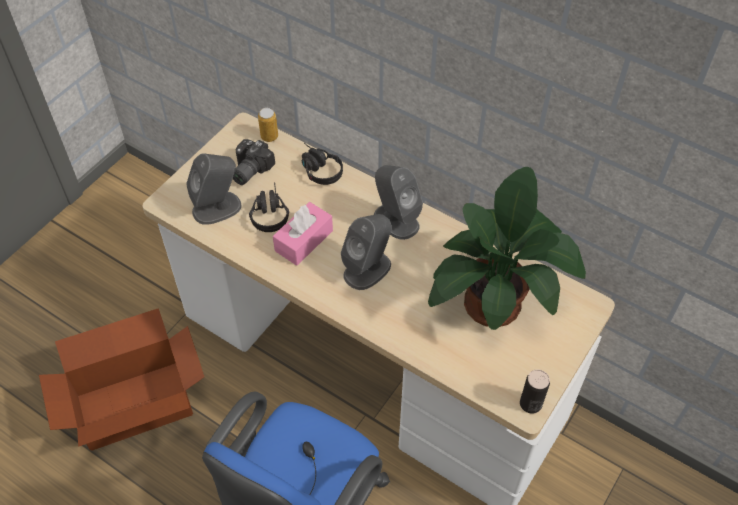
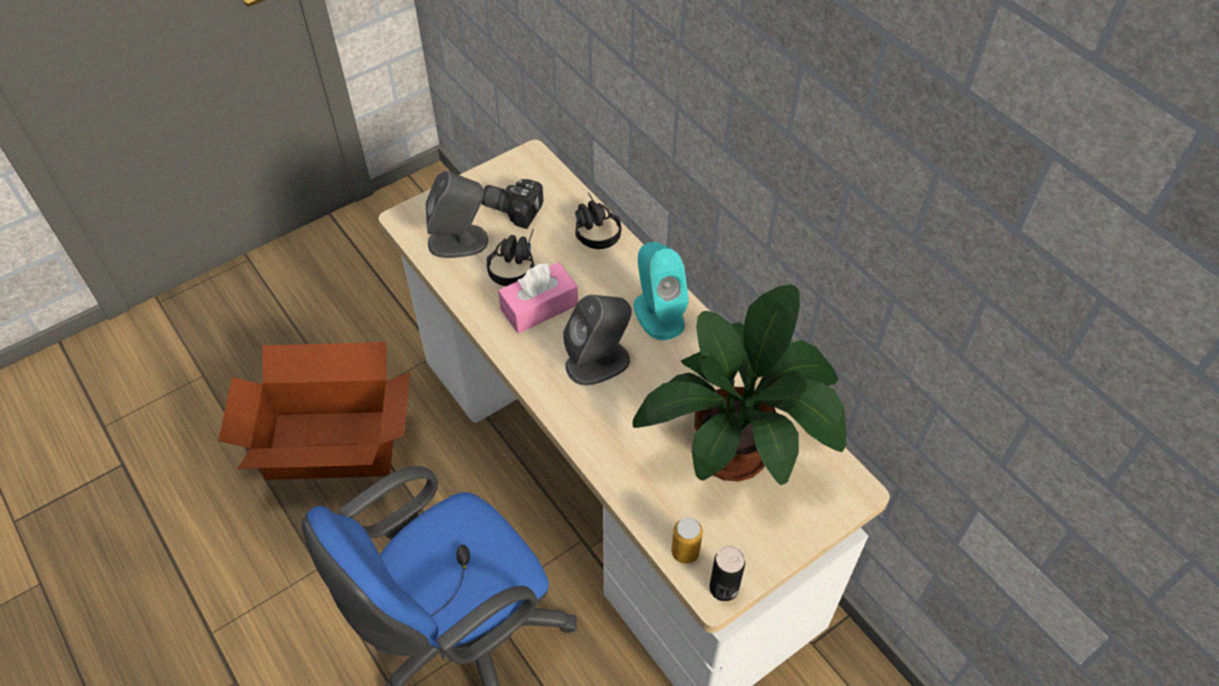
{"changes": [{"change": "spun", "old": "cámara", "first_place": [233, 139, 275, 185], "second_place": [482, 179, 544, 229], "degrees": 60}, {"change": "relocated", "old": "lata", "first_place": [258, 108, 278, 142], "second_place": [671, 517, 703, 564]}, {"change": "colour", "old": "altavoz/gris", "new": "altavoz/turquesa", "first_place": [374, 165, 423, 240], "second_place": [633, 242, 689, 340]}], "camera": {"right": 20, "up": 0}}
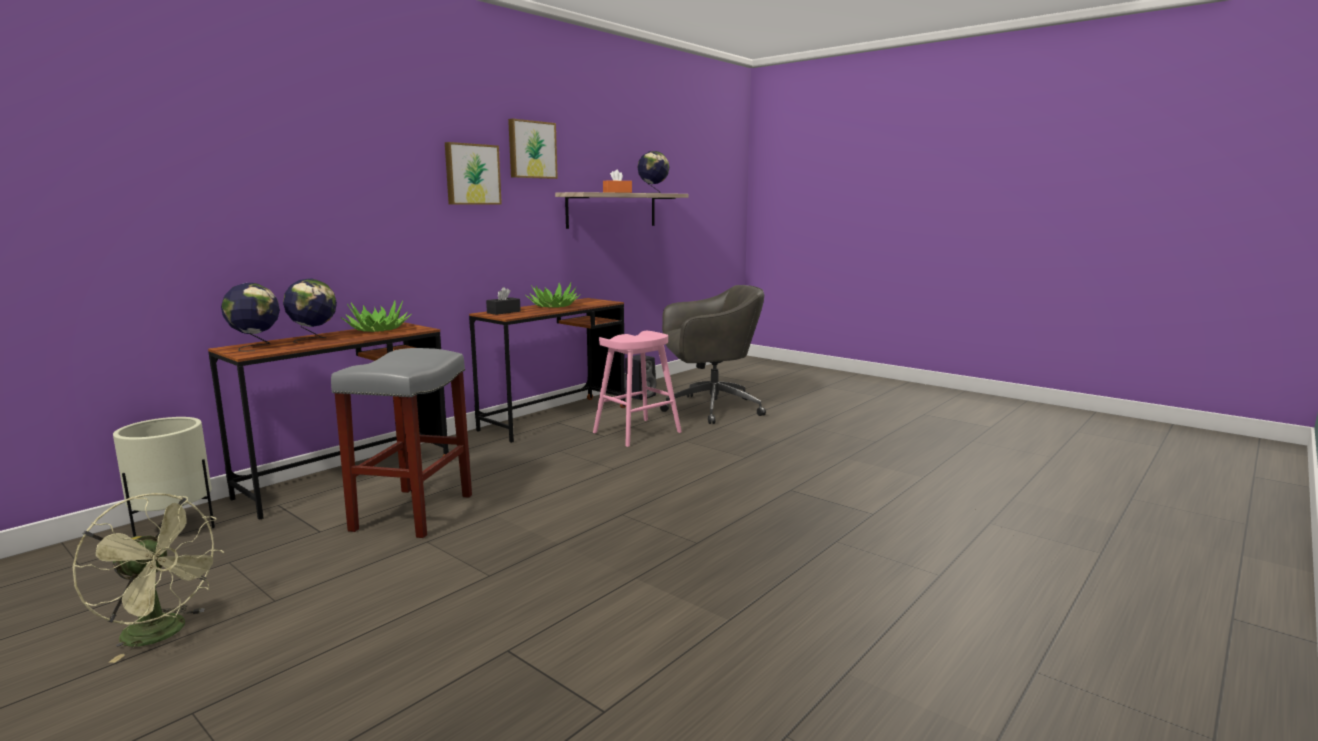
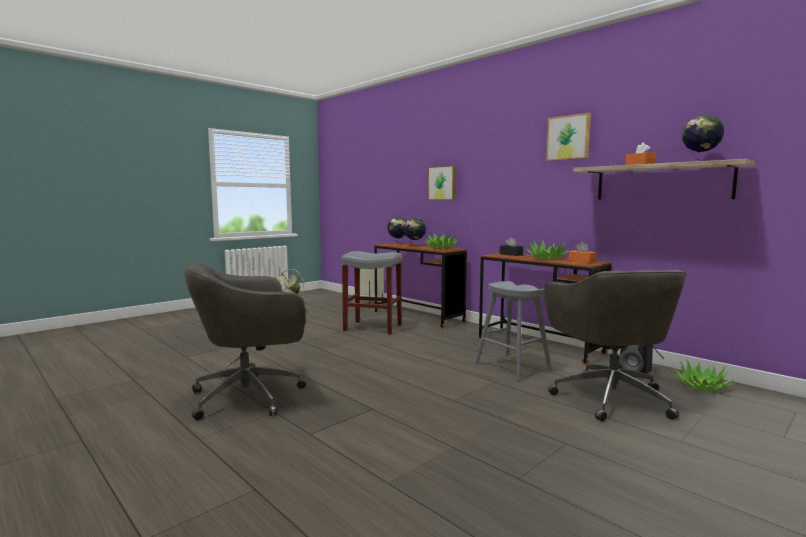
{"changes": [{"change": "relocated", "old": "cuadro", "first_place": [445, 142, 502, 205], "second_place": [428, 165, 456, 200]}, {"change": "colour", "old": "taburete/rosa", "new": "taburete/gris", "first_place": [593, 331, 682, 447], "second_place": [475, 281, 552, 381]}, {"change": "appeared", "new": "silla de oficina/gris", "second_place": [184, 263, 306, 420]}, {"change": "appeared", "new": "caja de pañuelos/naranja", "second_place": [569, 242, 597, 264]}, {"change": "appeared", "new": "planta en maceta", "second_place": [674, 359, 735, 391]}], "camera": {"right": 95, "up": -5}}
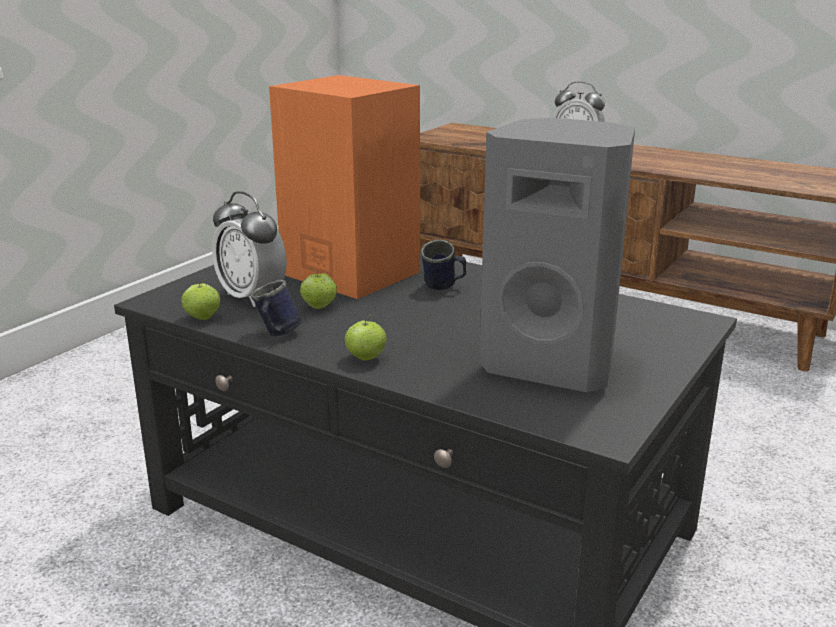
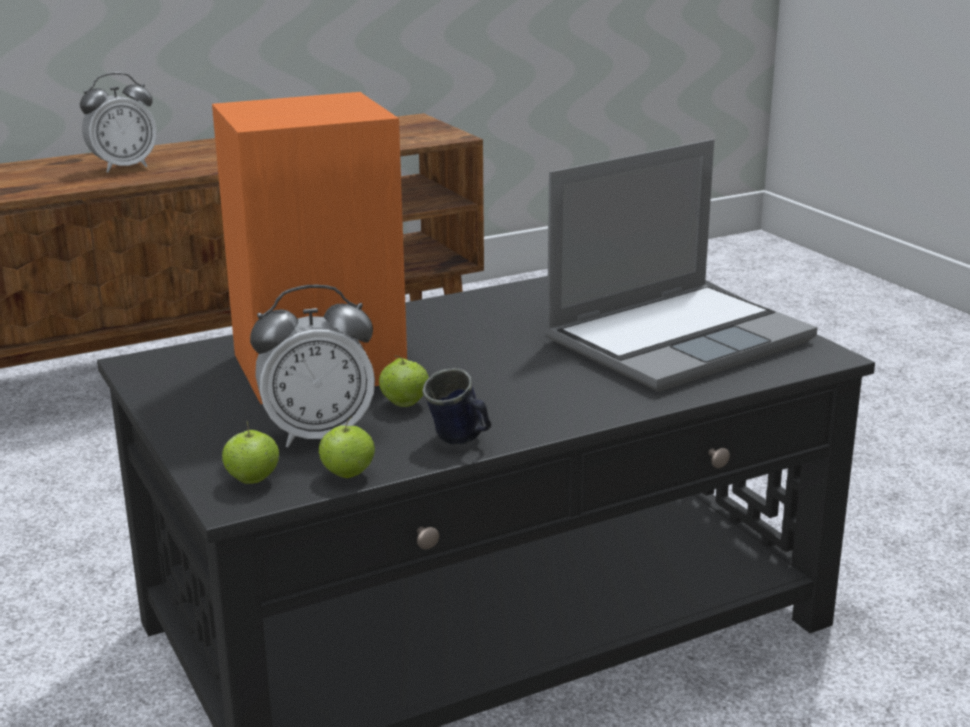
{"changes": [{"change": "relocated", "old": "manzana", "first_place": [345, 314, 387, 361], "second_place": [222, 421, 280, 484]}, {"change": "missing", "old": "taza grande/azul", "first_place": [421, 240, 467, 290]}, {"change": "exchanged", "old": "altavoz/gris", "new": "portátil", "first_place": [479, 118, 635, 392], "second_place": [545, 139, 818, 392]}], "camera": {"right": -60, "up": 0}}
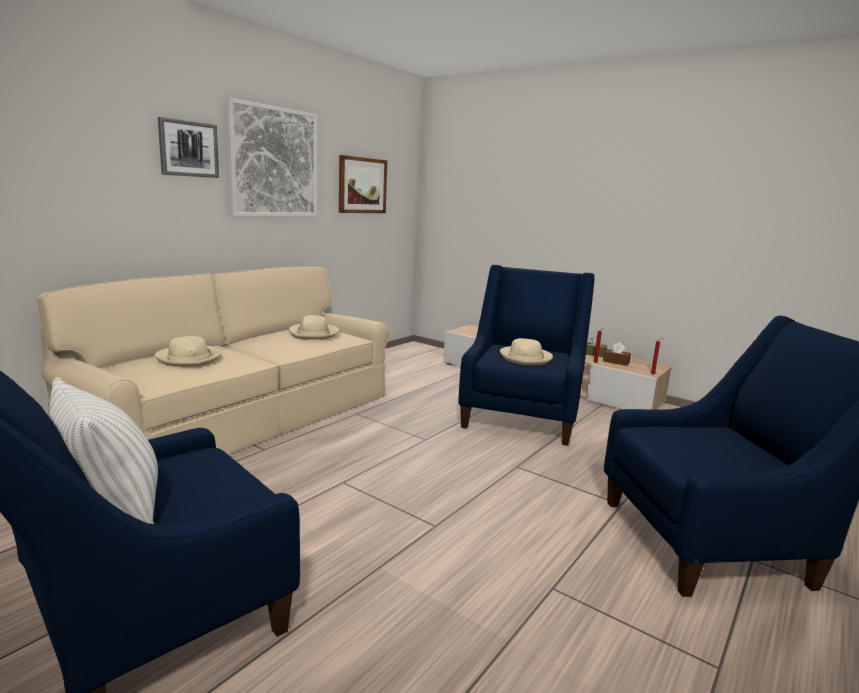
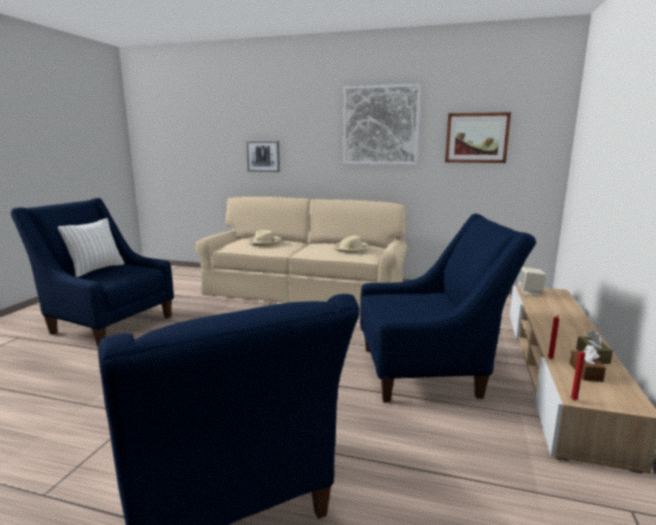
{"changes": [{"change": "relocated", "old": "cuadro", "first_place": [158, 117, 219, 178], "second_place": [246, 141, 280, 172]}, {"change": "missing", "old": "sombrero/beis", "first_place": [500, 338, 553, 365]}, {"change": "appeared", "new": "altavoz/beis", "second_place": [517, 267, 547, 296]}], "camera": {"right": 70, "up": 0}}
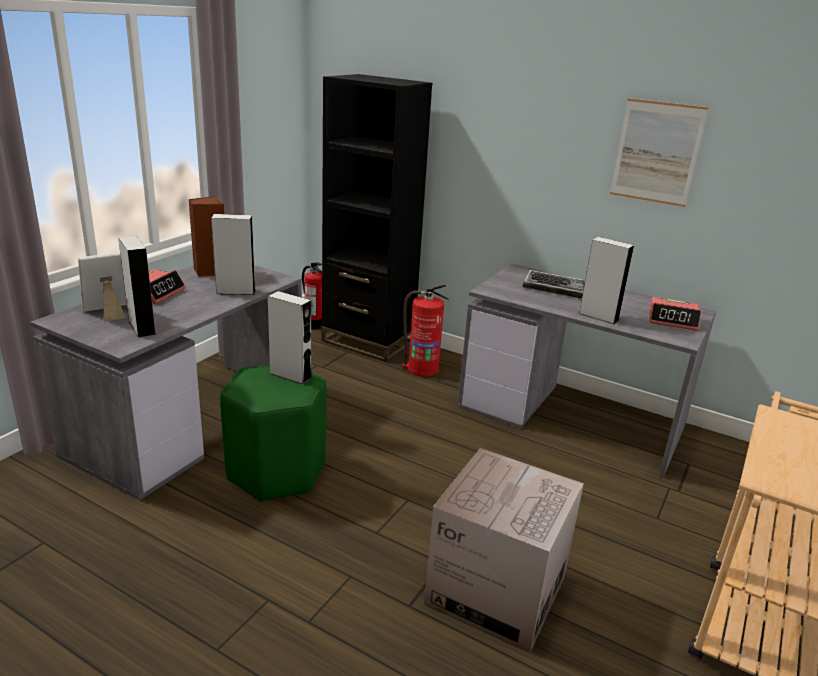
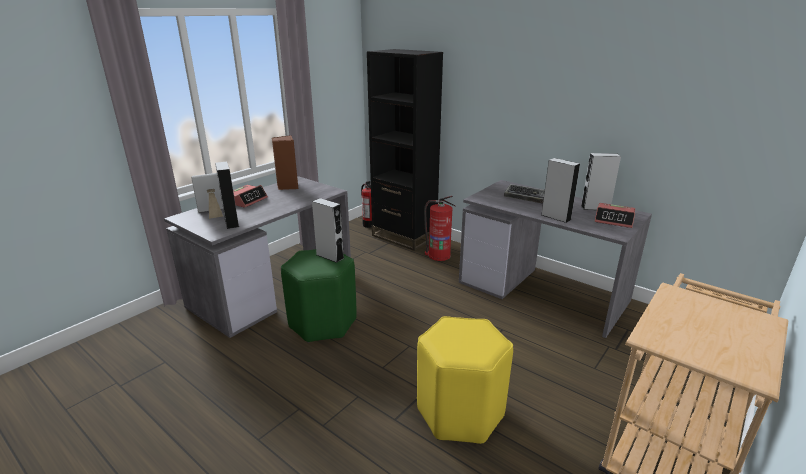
{"changes": [{"change": "relocated", "old": "altavoz/gris", "first_place": [211, 214, 256, 295], "second_place": [581, 153, 621, 210]}, {"change": "exchanged", "old": "caja de cartón", "new": "taburete/amarillo", "first_place": [424, 448, 584, 653], "second_place": [417, 316, 513, 444]}, {"change": "missing", "old": "cuadro", "first_place": [610, 98, 709, 207]}], "camera": {"right": 10, "up": 0}}
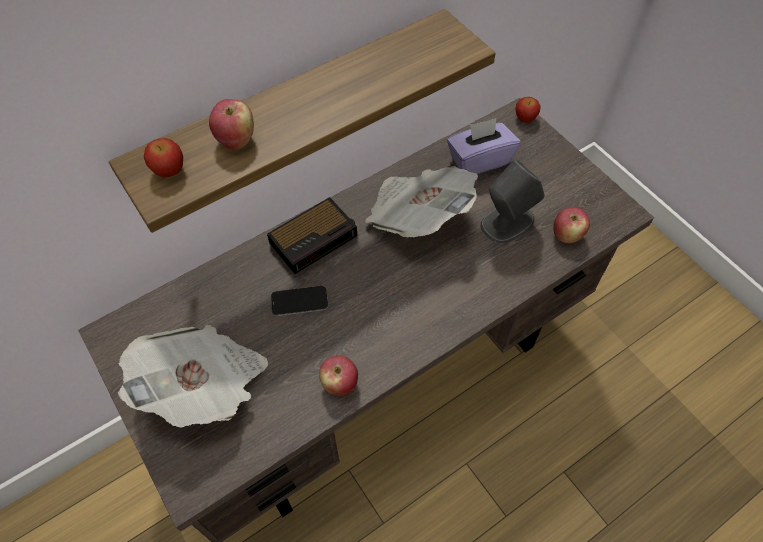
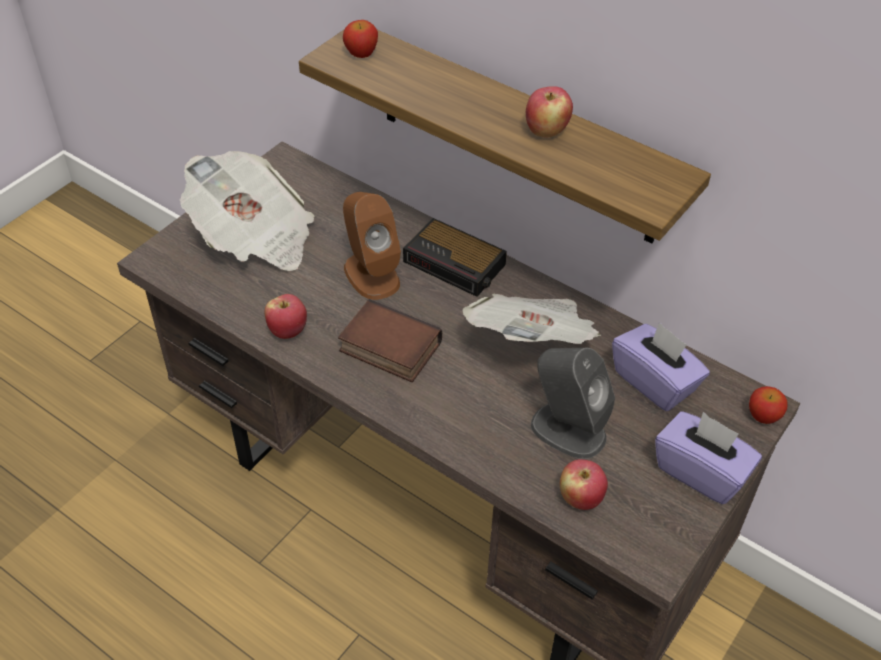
{"changes": [{"change": "relocated", "old": "manzana", "first_place": [209, 99, 254, 150], "second_place": [526, 86, 573, 137]}, {"change": "exchanged", "old": "móvil", "new": "altavoz/marrón", "first_place": [271, 286, 328, 316], "second_place": [343, 192, 401, 300]}, {"change": "appeared", "new": "libro", "second_place": [338, 299, 442, 382]}, {"change": "appeared", "new": "caja de pañuelos/morado", "second_place": [655, 411, 762, 504]}], "camera": {"right": 70, "up": -10}}
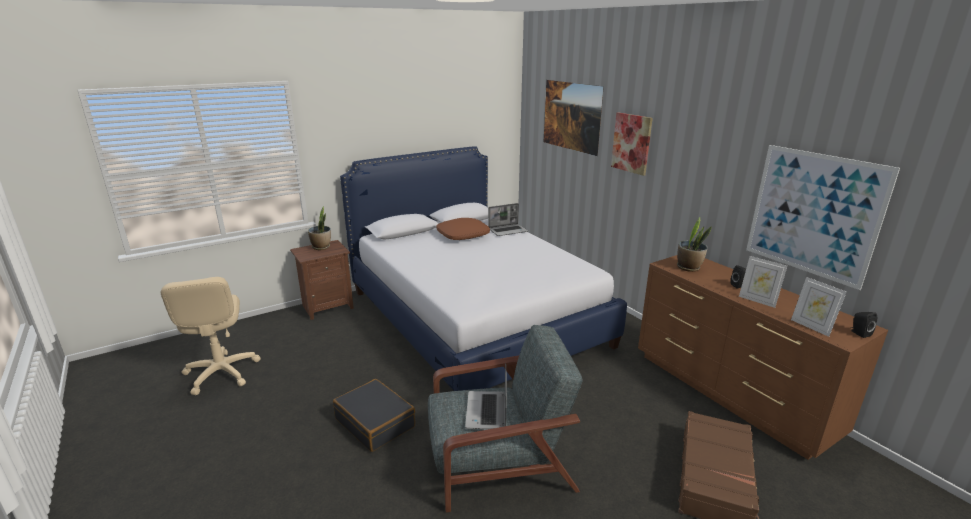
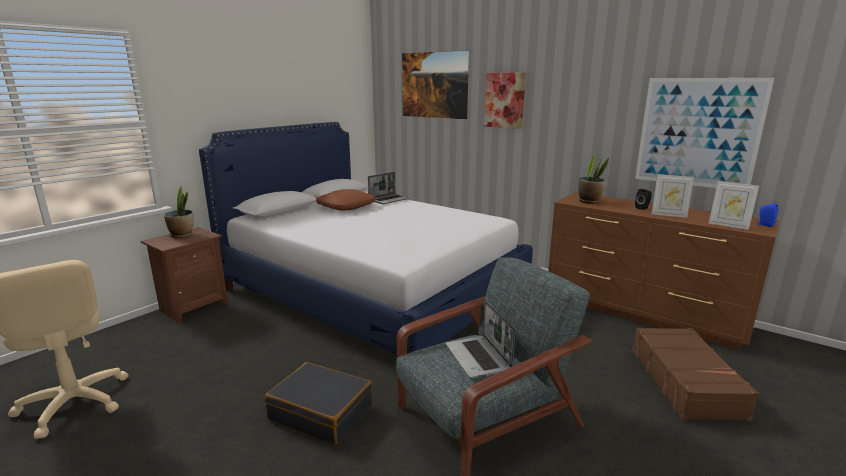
{"changes": [{"change": "colour", "old": "altavoz/negro", "new": "altavoz/azul", "first_place": [851, 312, 877, 338], "second_place": [756, 203, 778, 227]}], "camera": {"right": -20, "up": -5}}
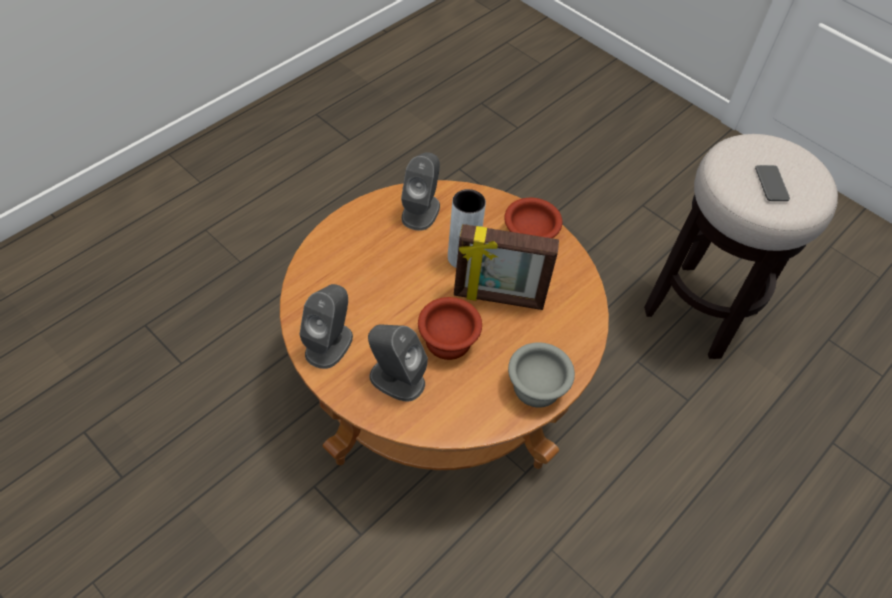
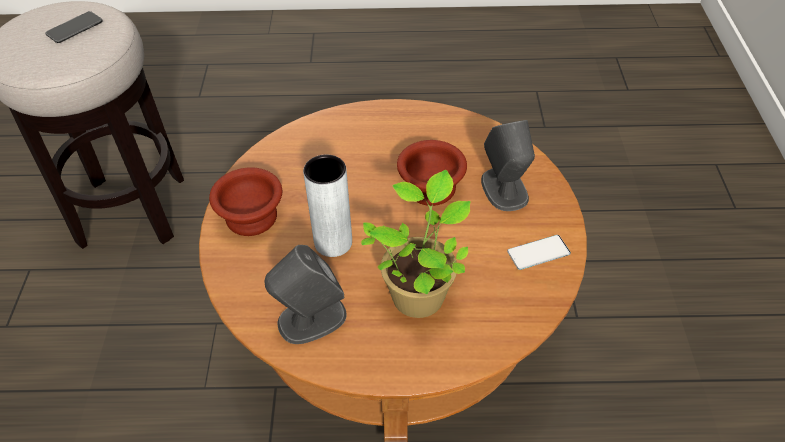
{"changes": [{"change": "exchanged", "old": "altavoz/gris", "new": "móvil", "first_place": [299, 284, 353, 369], "second_place": [507, 235, 571, 270]}, {"change": "missing", "old": "portarretratos", "first_place": [454, 224, 559, 310]}, {"change": "missing", "old": "cuenco/gris", "first_place": [508, 342, 575, 408]}, {"change": "appeared", "new": "planta en maceta", "second_place": [361, 170, 470, 318]}], "camera": {"right": -130, "up": -5}}
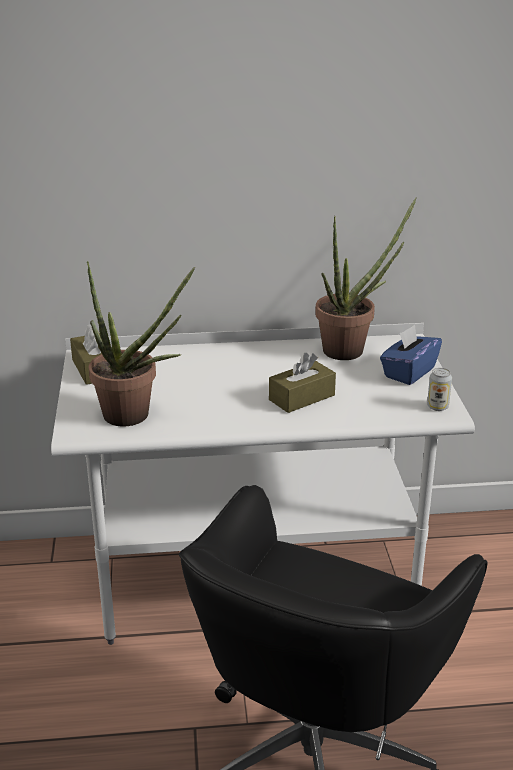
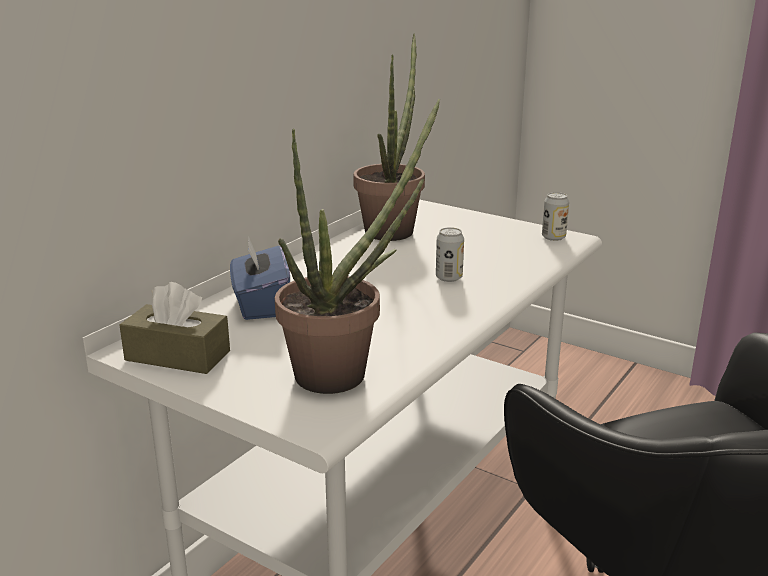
{"changes": [{"change": "exchanged", "old": "caja de pañuelos/marrón", "new": "lata", "first_place": [269, 353, 336, 413], "second_place": [436, 227, 464, 282]}, {"change": "relocated", "old": "caja de pañuelos/azul", "first_place": [380, 325, 442, 385], "second_place": [230, 236, 290, 320]}], "camera": {"right": -50, "up": -5}}
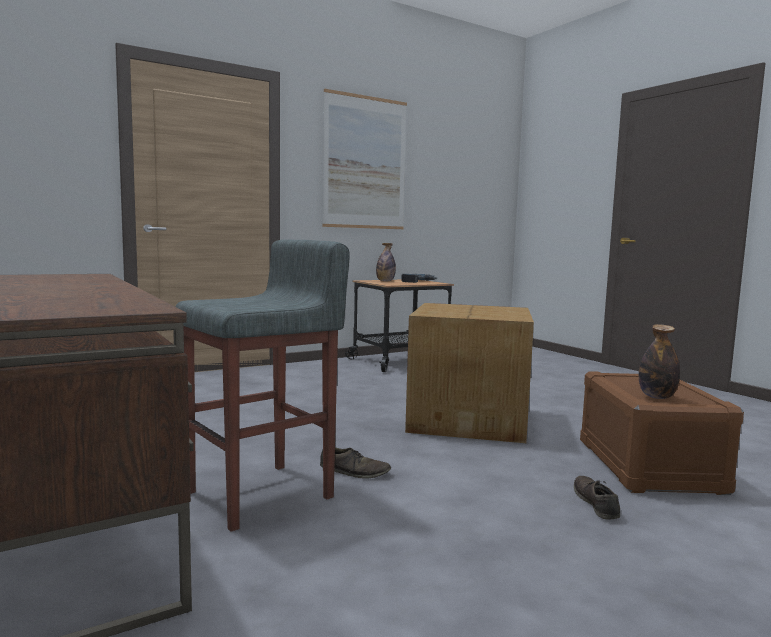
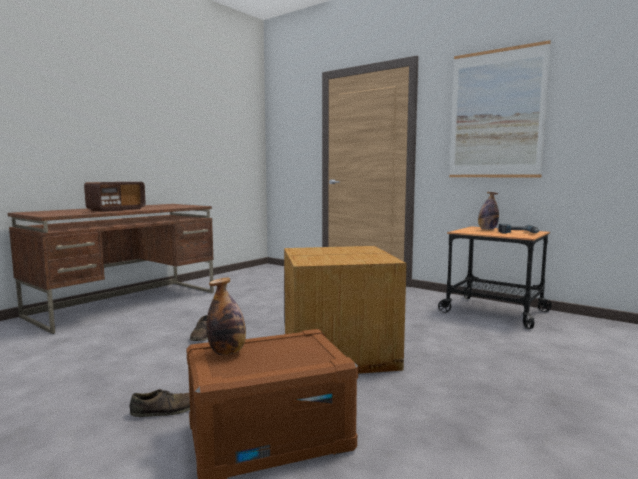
{"changes": [{"change": "missing", "old": "taburete/gris", "first_place": [175, 239, 350, 532]}, {"change": "appeared", "new": "radio", "second_place": [84, 182, 146, 212]}], "camera": {"right": 70, "up": 0}}
